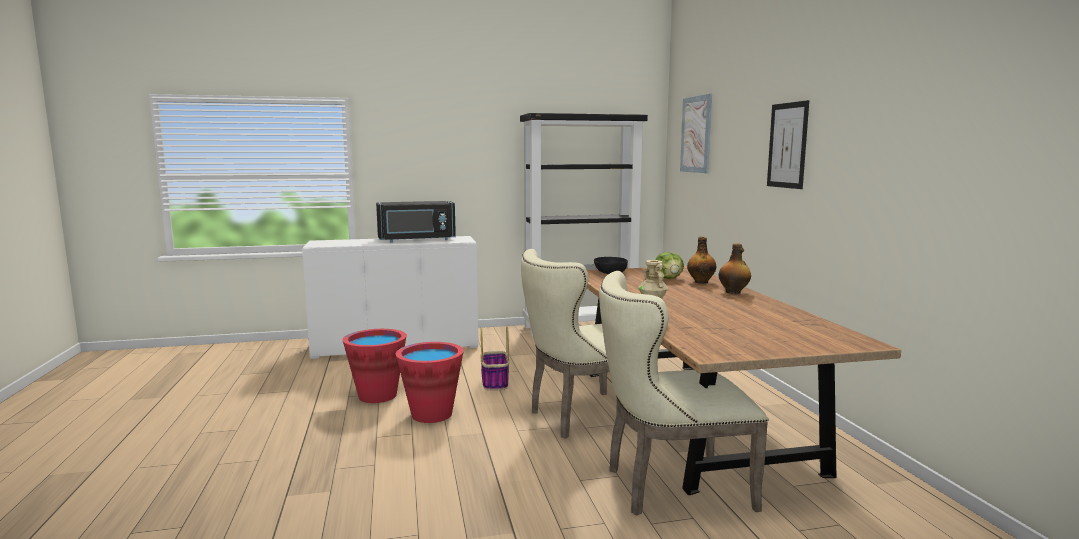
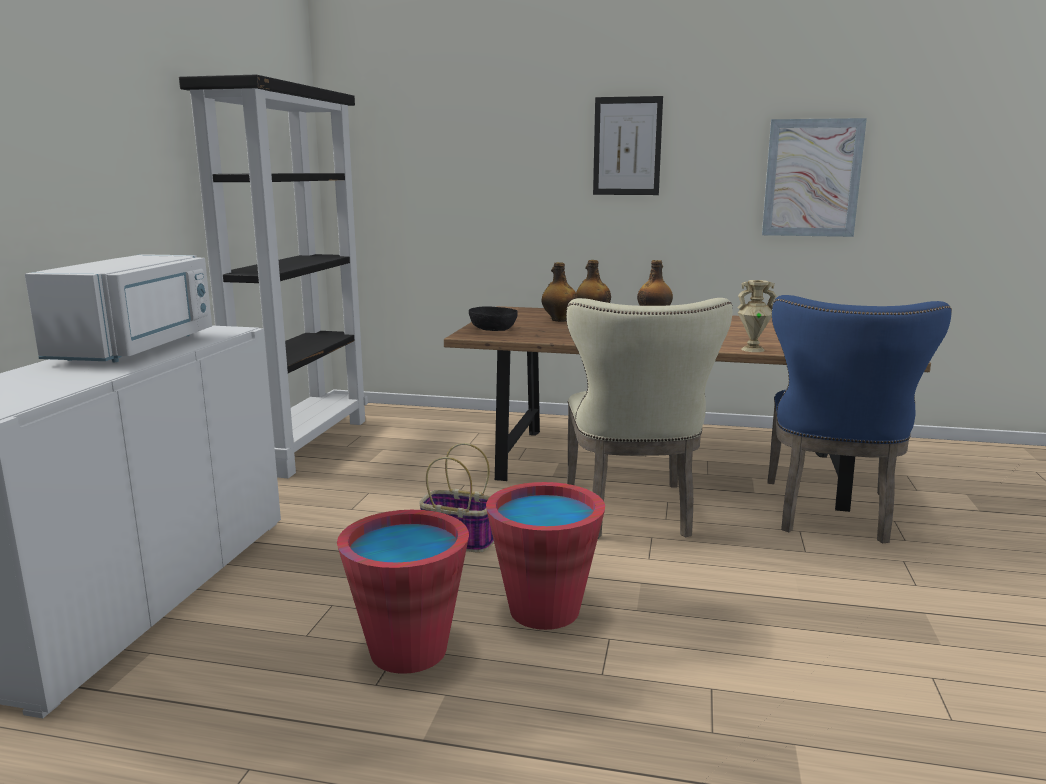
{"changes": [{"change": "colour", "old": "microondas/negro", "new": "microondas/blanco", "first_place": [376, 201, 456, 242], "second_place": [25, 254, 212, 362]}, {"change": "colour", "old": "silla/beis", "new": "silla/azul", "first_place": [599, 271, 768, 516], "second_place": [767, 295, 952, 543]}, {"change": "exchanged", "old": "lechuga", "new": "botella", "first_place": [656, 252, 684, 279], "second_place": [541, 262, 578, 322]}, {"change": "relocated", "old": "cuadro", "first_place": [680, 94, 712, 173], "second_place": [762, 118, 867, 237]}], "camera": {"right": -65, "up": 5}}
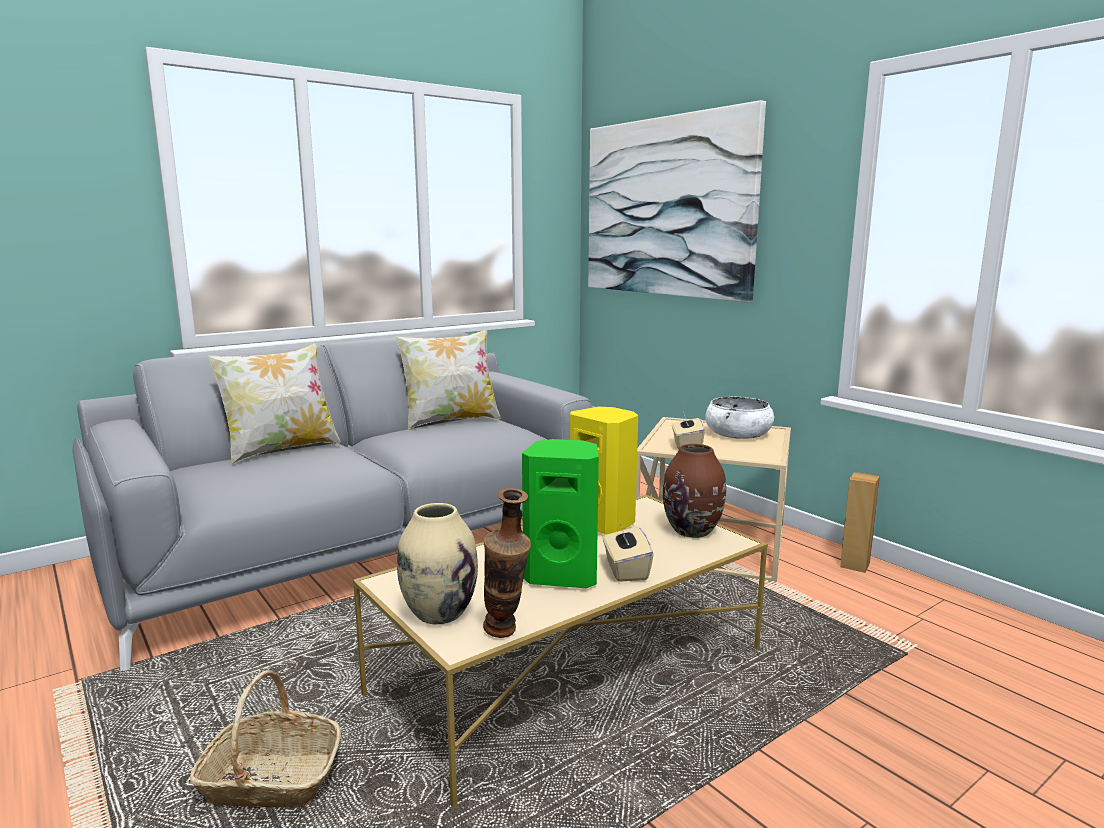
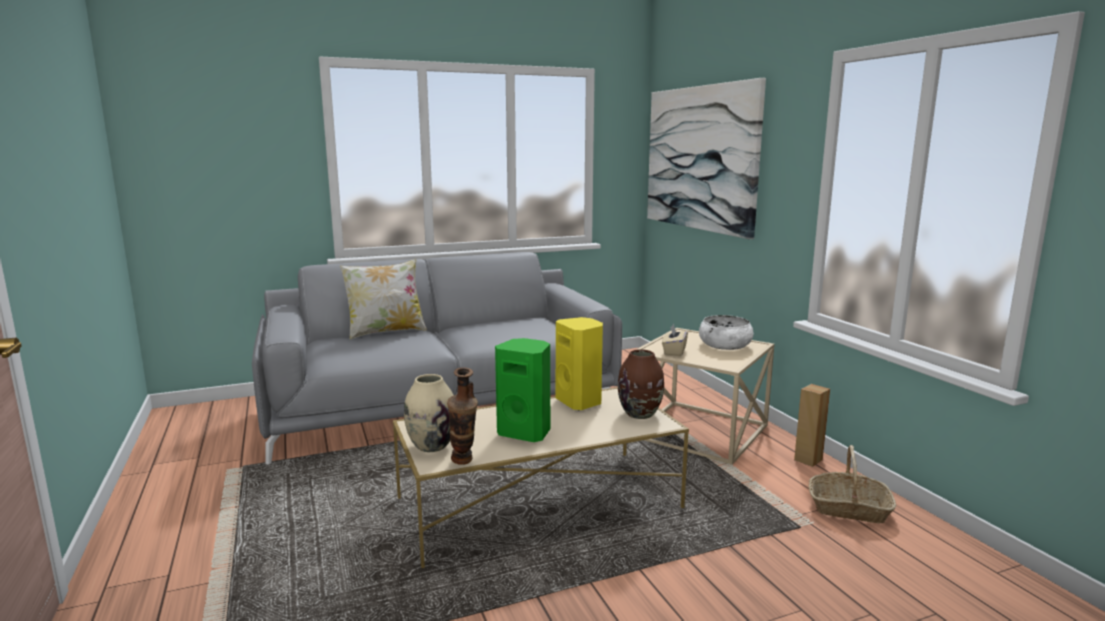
{"changes": [{"change": "relocated", "old": "cesta", "first_place": [190, 670, 341, 808], "second_place": [809, 445, 896, 524]}, {"change": "missing", "old": "cojín", "first_place": [396, 329, 501, 429]}, {"change": "missing", "old": "caja de pañuelos/beis", "first_place": [603, 521, 654, 582]}], "camera": {"right": 15, "up": 0}}
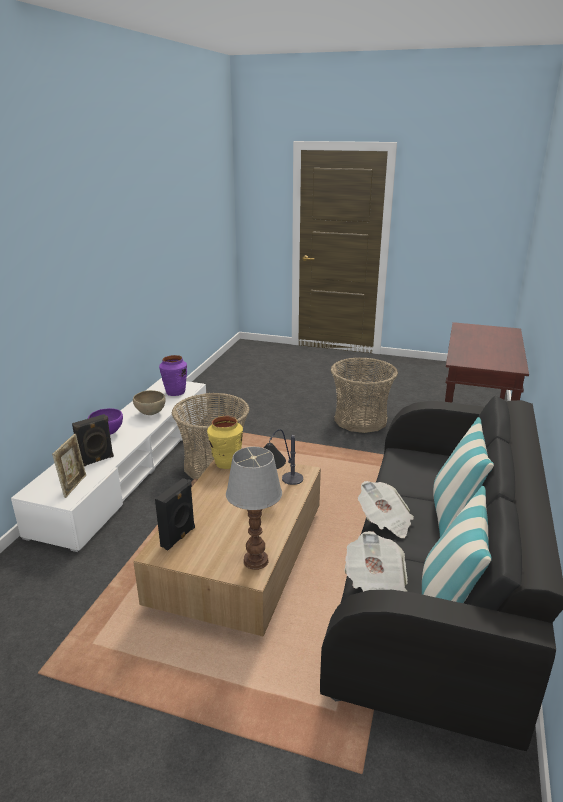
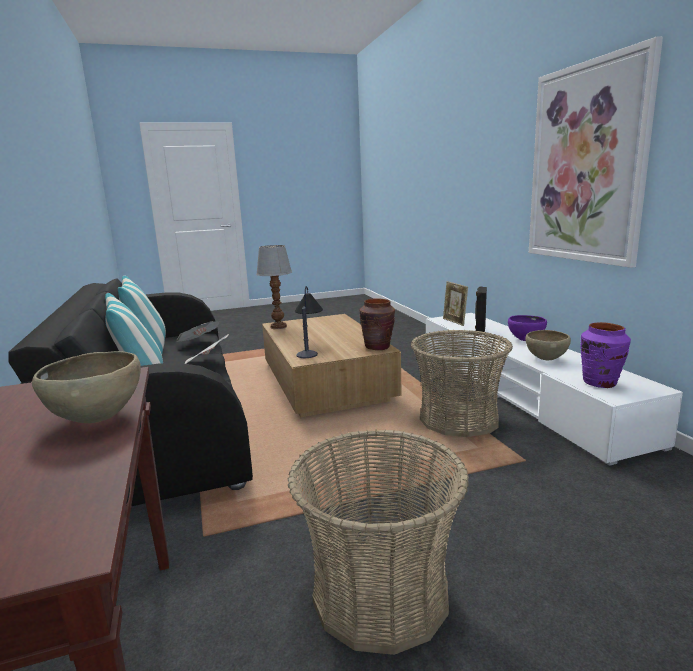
{"changes": [{"change": "missing", "old": "altavoz/negro", "first_place": [155, 478, 195, 551]}, {"change": "colour", "old": "florero/amarillo", "new": "florero/marrón", "first_place": [207, 416, 243, 469], "second_place": [360, 298, 395, 350]}, {"change": "appeared", "new": "cuenco/marrón", "second_place": [31, 351, 141, 423]}, {"change": "appeared", "new": "cuadro", "second_place": [529, 36, 663, 268]}], "camera": {"right": 145, "up": -10}}
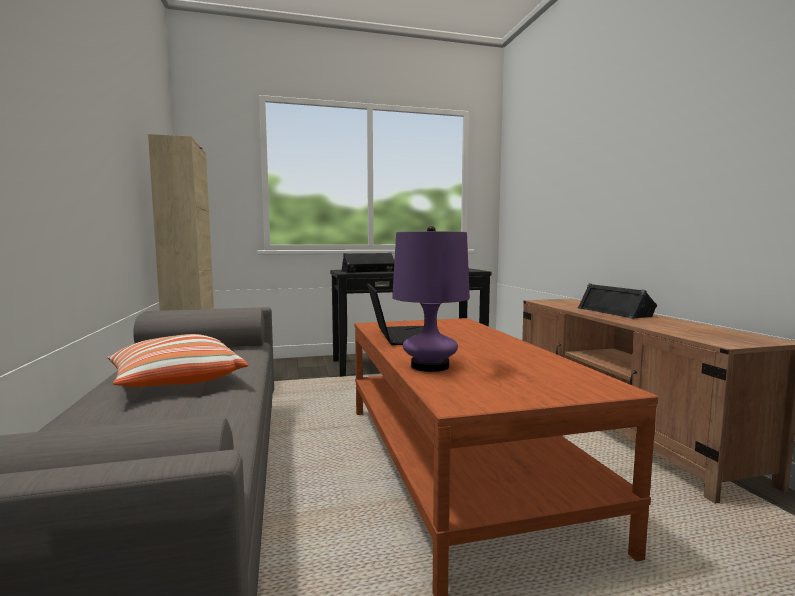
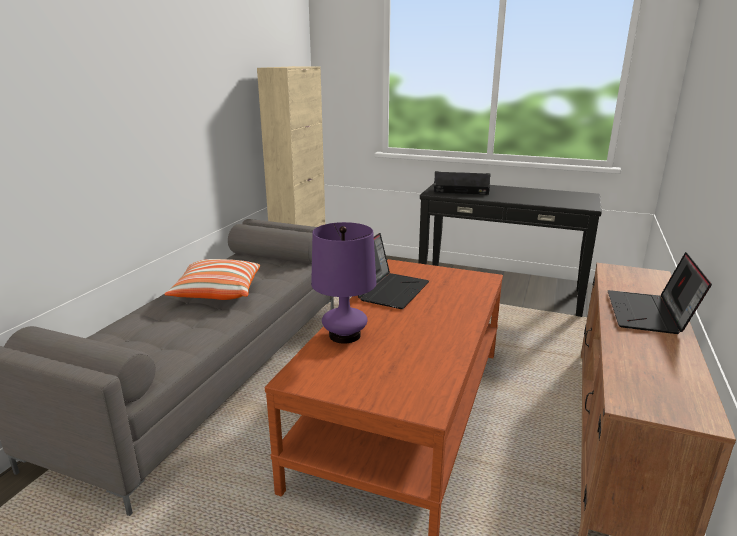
{"changes": [{"change": "exchanged", "old": "altavoz/negro", "new": "portátil", "first_place": [578, 284, 657, 319], "second_place": [608, 252, 712, 334]}], "camera": {"right": 35, "up": 15}}
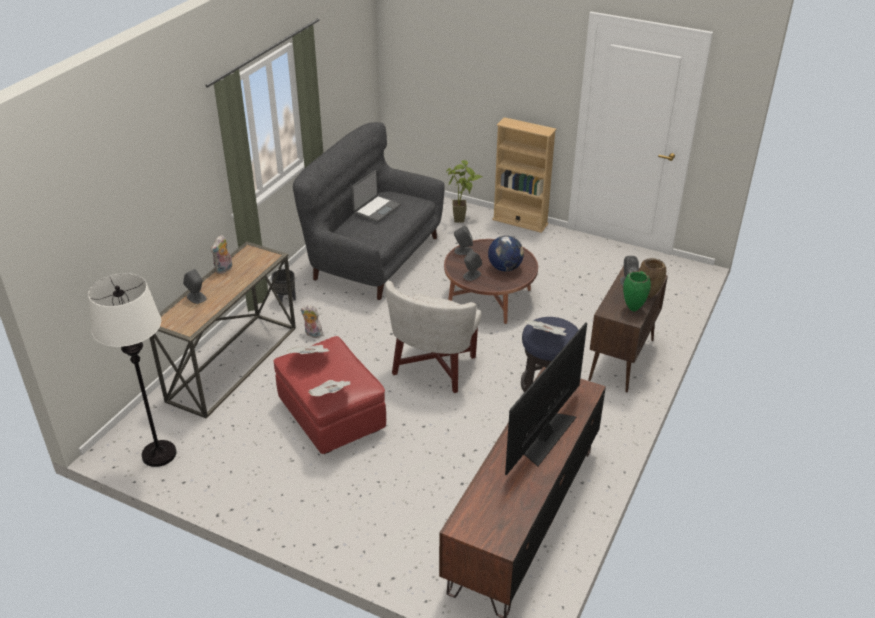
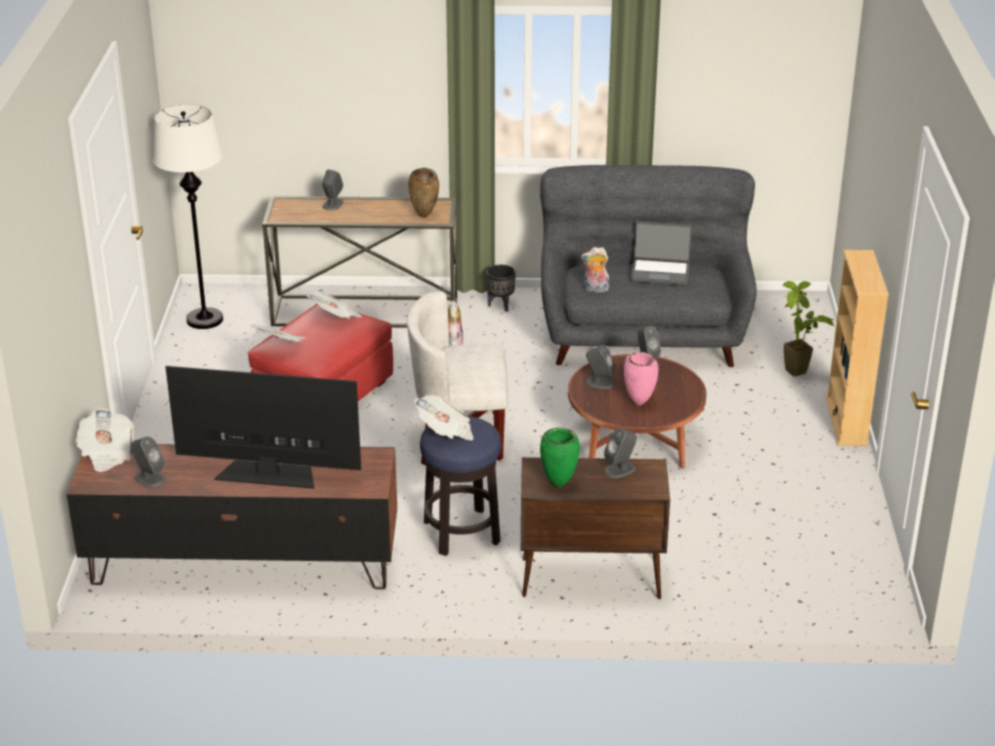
{"changes": [{"change": "relocated", "old": "peluche", "first_place": [211, 235, 232, 274], "second_place": [581, 247, 609, 292]}, {"change": "exchanged", "old": "globo terráqueo", "new": "florero/rosa", "first_place": [488, 236, 524, 271], "second_place": [624, 352, 659, 405]}, {"change": "relocated", "old": "florero/marrón", "first_place": [639, 258, 666, 298], "second_place": [408, 168, 439, 218]}, {"change": "appeared", "new": "periódico", "second_place": [75, 408, 134, 472]}, {"change": "appeared", "new": "altavoz/gris", "second_place": [131, 436, 165, 487]}], "camera": {"right": 65, "up": -5}}
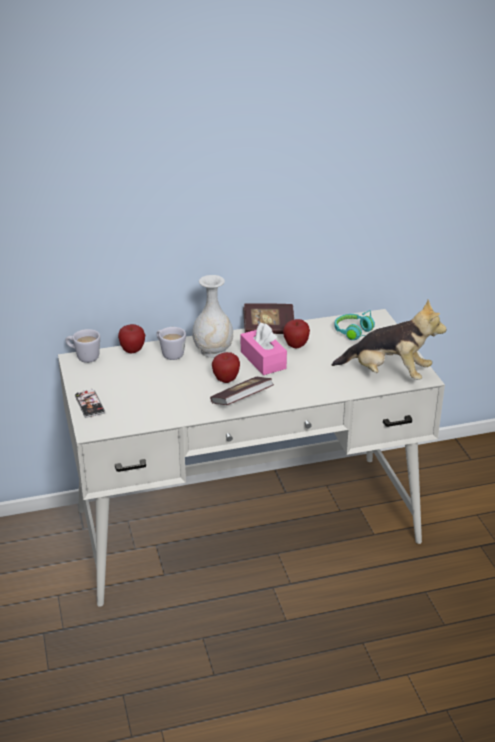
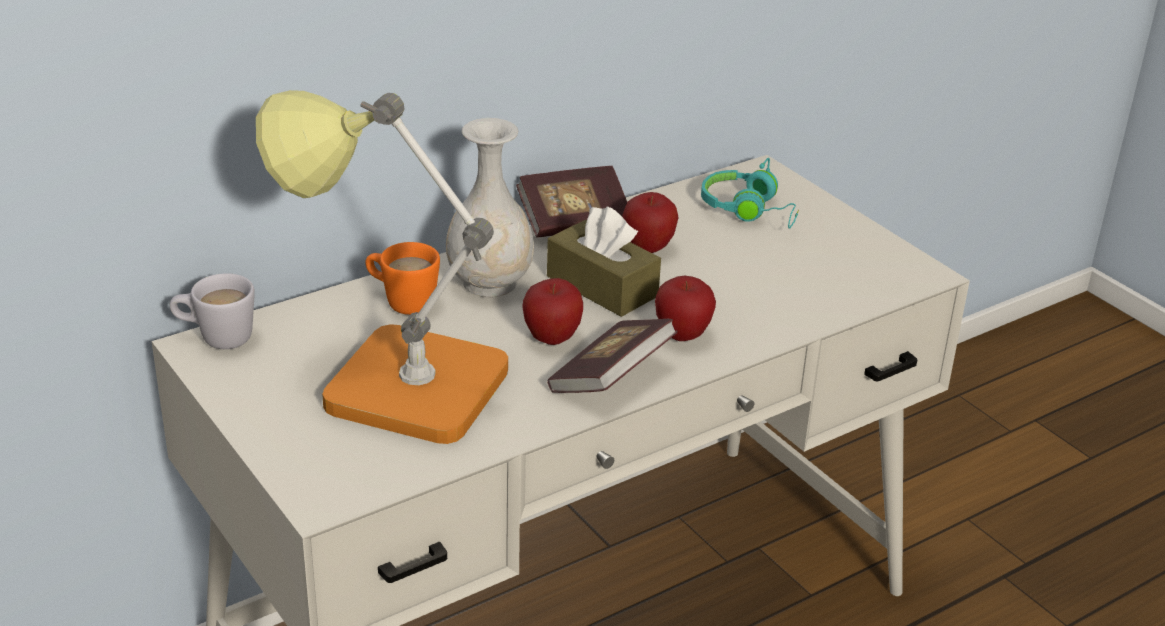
{"changes": [{"change": "missing", "old": "móvil", "first_place": [75, 389, 105, 417]}, {"change": "relocated", "old": "manzana", "first_place": [118, 324, 145, 353], "second_place": [655, 276, 716, 341]}, {"change": "colour", "old": "taza grande/blanco", "new": "taza grande/naranja", "first_place": [156, 327, 186, 360], "second_place": [365, 242, 440, 315]}, {"change": "colour", "old": "caja de pañuelos/rosa", "new": "caja de pañuelos/marrón", "first_place": [241, 322, 287, 375], "second_place": [547, 206, 661, 317]}, {"change": "missing", "old": "peluche", "first_place": [332, 300, 446, 380]}, {"change": "appeared", "new": "lámpara de mesa", "second_place": [256, 90, 508, 444]}], "camera": {"right": -20, "up": 0}}
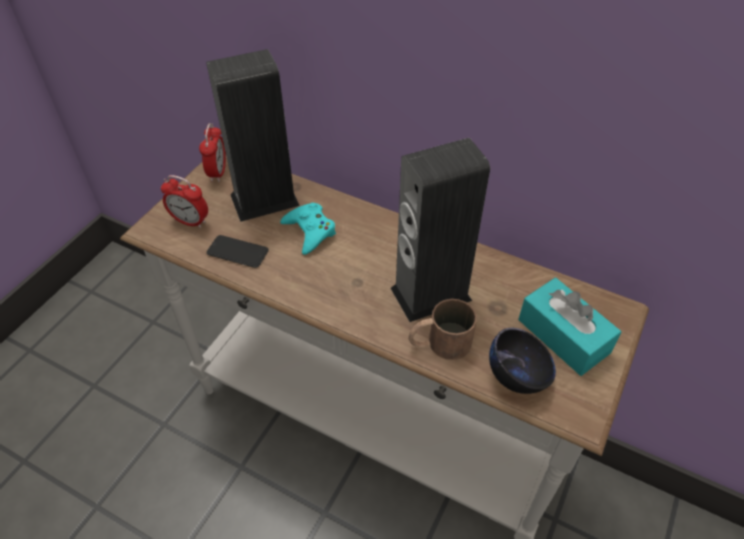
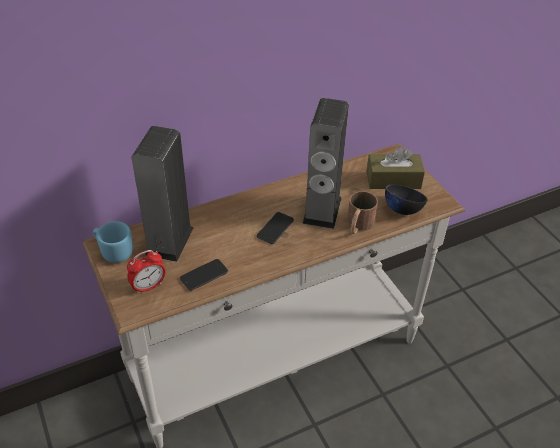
{"changes": [{"change": "exchanged", "old": "despertador", "new": "taza grande/azul", "first_place": [199, 123, 226, 182], "second_place": [93, 221, 133, 263]}, {"change": "missing", "old": "mando de consola/turquesa", "first_place": [280, 203, 336, 255]}, {"change": "colour", "old": "caja de pañuelos/turquesa", "new": "caja de pañuelos/marrón", "first_place": [519, 278, 622, 376], "second_place": [367, 146, 425, 189]}, {"change": "appeared", "new": "móvil", "second_place": [256, 212, 294, 244]}], "camera": {"right": -55, "up": -5}}
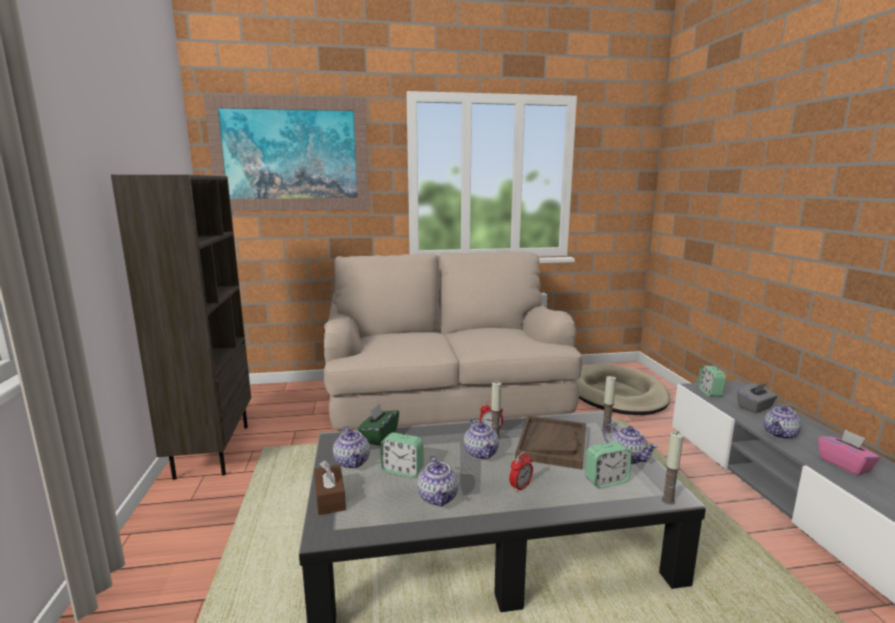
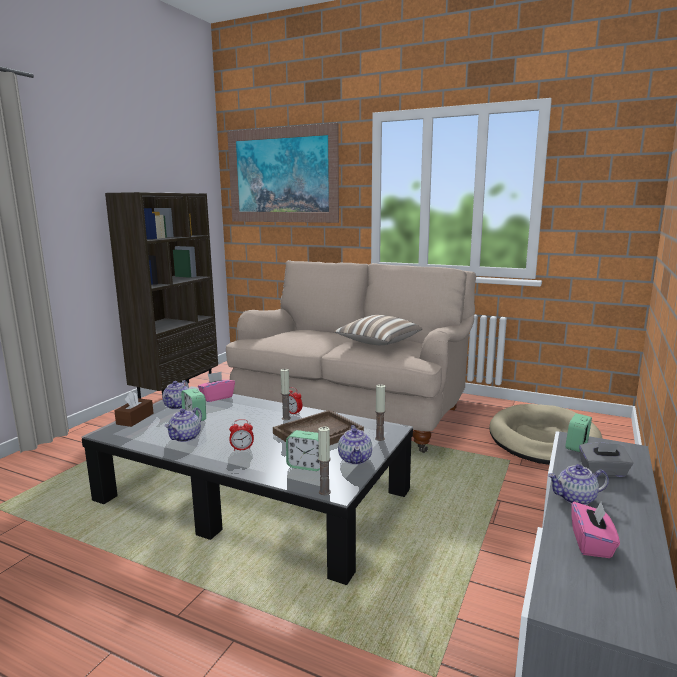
{"changes": [{"change": "colour", "old": "caja de pañuelos/verde", "new": "caja de pañuelos/rosa", "first_place": [358, 403, 399, 446], "second_place": [198, 372, 235, 402]}, {"change": "missing", "old": "tetera", "first_place": [464, 418, 499, 460]}, {"change": "appeared", "new": "cojín", "second_place": [334, 315, 422, 345]}], "camera": {"right": 35, "up": 0}}
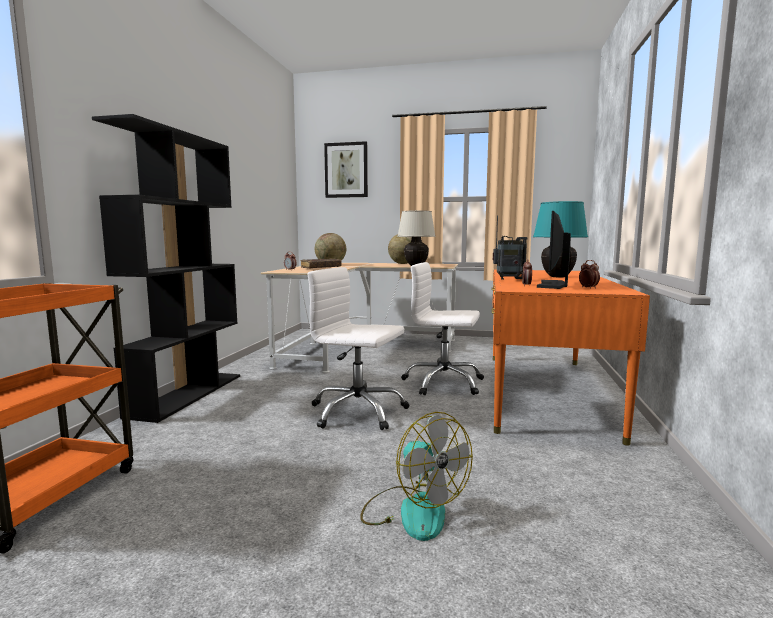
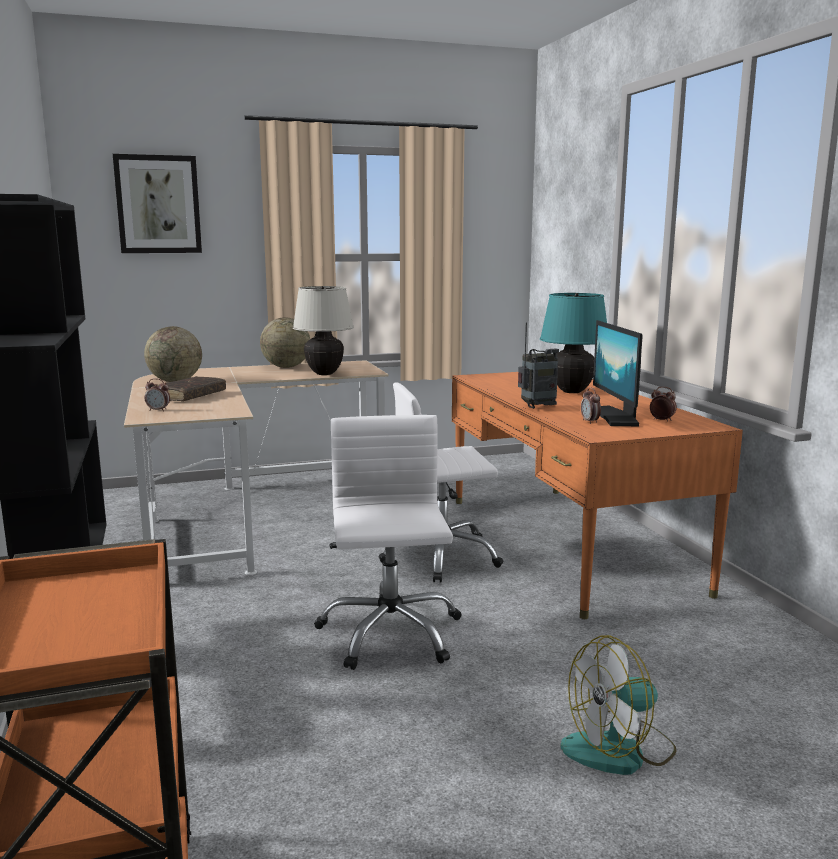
{"changes": [{"change": "spun", "old": "silla de oficina/blanco", "first_place": [307, 267, 409, 430], "second_place": [314, 415, 461, 670], "degrees": 90}, {"change": "spun", "old": "ventilador", "first_place": [360, 412, 473, 541], "second_place": [561, 635, 677, 775], "degrees": 135}], "camera": {"right": -30, "up": 5}}
